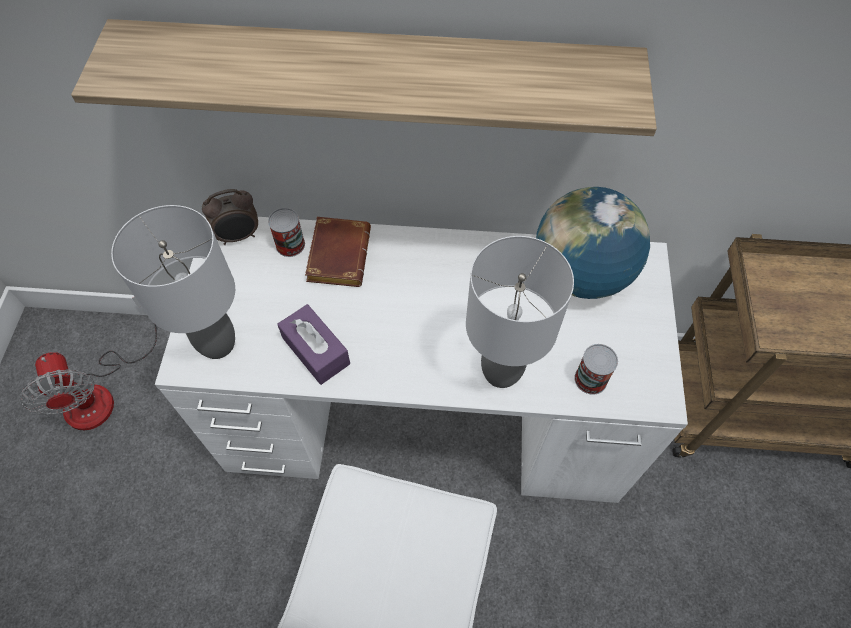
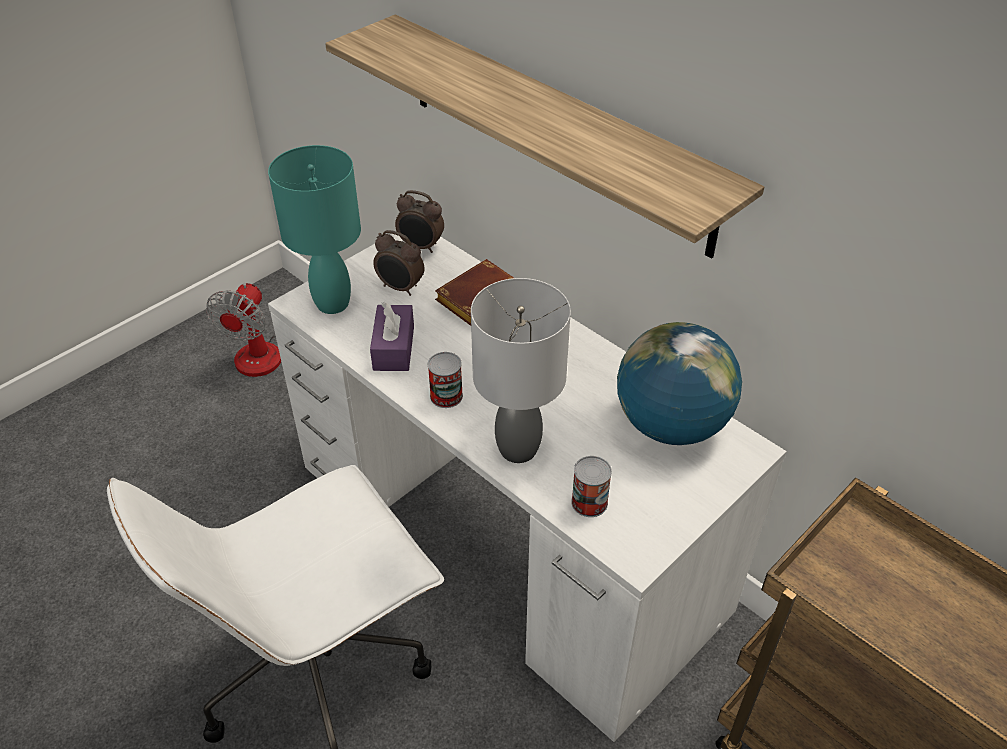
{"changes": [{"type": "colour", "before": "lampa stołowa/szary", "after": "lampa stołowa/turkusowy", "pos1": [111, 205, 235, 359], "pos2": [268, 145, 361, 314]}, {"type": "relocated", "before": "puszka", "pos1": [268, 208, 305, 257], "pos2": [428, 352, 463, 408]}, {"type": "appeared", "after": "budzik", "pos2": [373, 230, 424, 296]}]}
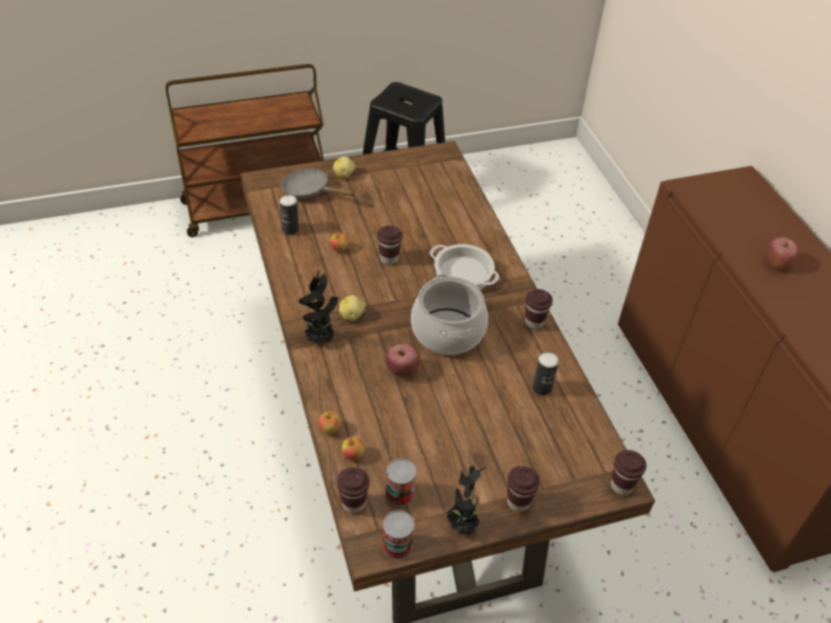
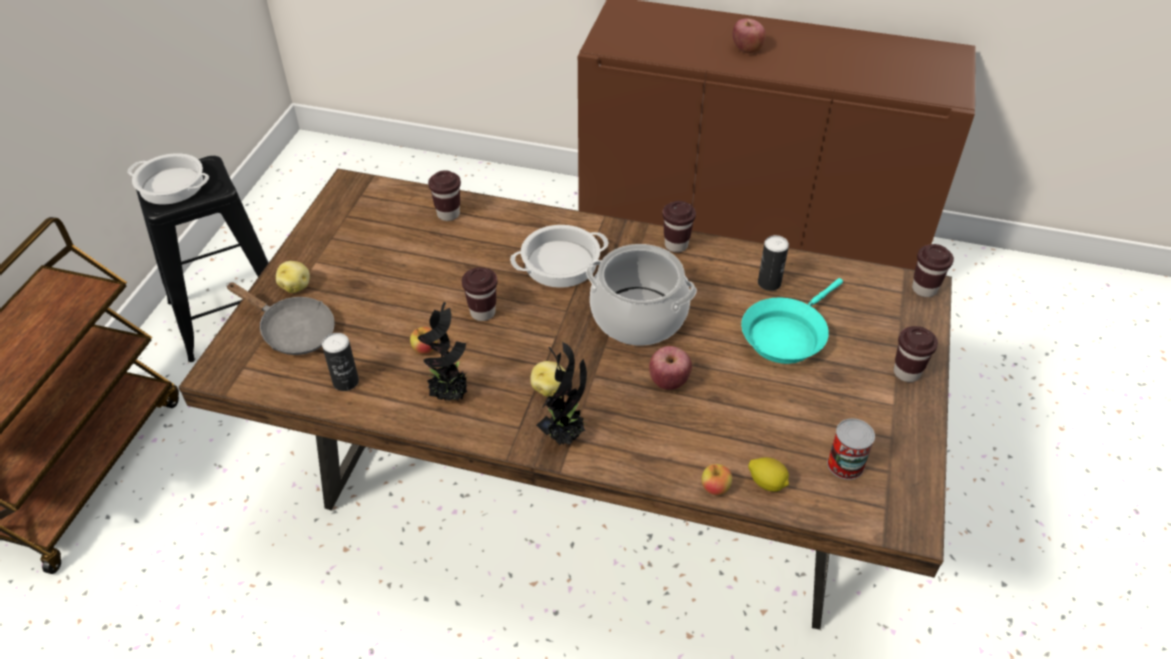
{"changes": [{"type": "spun", "before": "patelnia/szary", "pos1": [281, 169, 356, 198], "pos2": [226, 282, 335, 355], "turn": -120}, {"type": "relocated", "before": "filiżanka/brązowy", "pos1": [337, 467, 370, 513], "pos2": [428, 170, 461, 221]}, {"type": "exchanged", "before": "jabłko", "after": "cytryna", "pos1": [342, 437, 365, 460], "pos2": [748, 457, 789, 492]}, {"type": "missing", "before": "puszka", "pos1": [382, 510, 414, 560]}, {"type": "relocated", "before": "roślina doniczkowa", "pos1": [447, 465, 486, 536], "pos2": [418, 302, 467, 401]}, {"type": "appeared", "after": "garnek", "pos2": [127, 153, 209, 204]}, {"type": "appeared", "after": "patelnia/turkusowy", "pos2": [741, 278, 843, 364]}]}
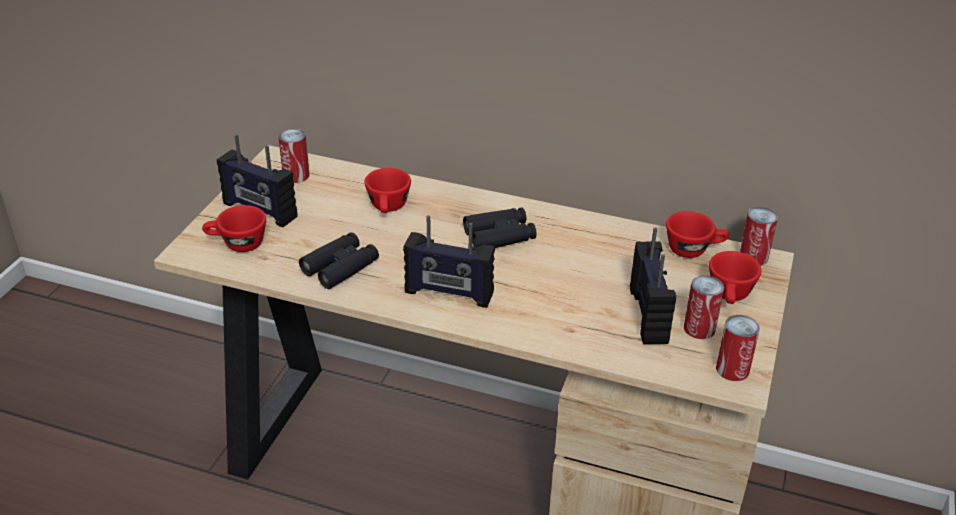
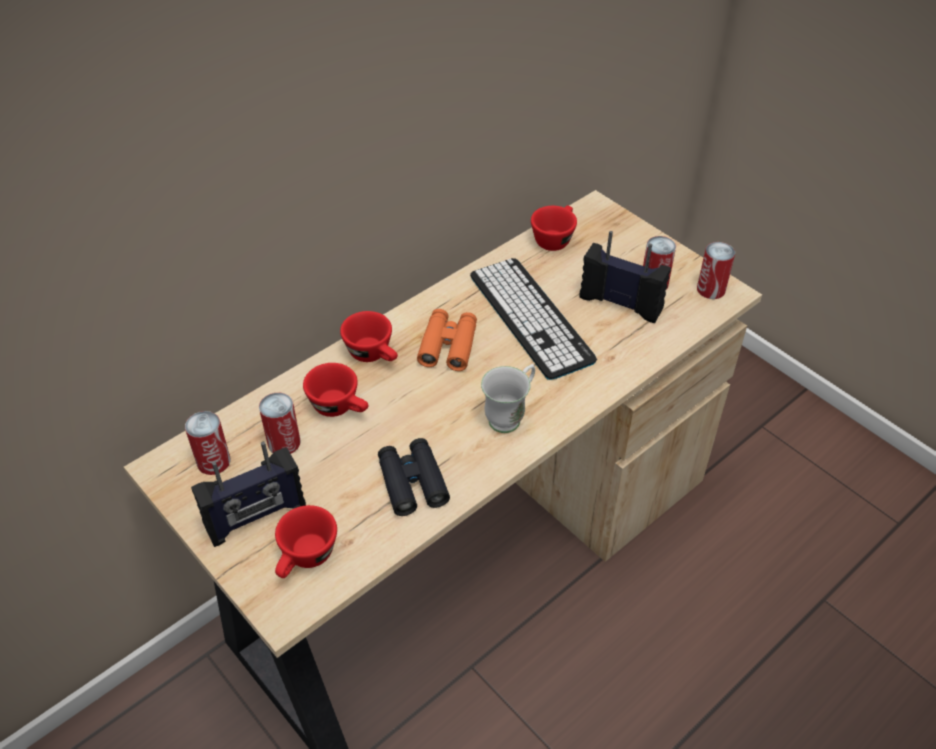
{"changes": [{"type": "exchanged", "before": "radio", "after": "kubek/biały", "pos1": [403, 215, 495, 308], "pos2": [481, 364, 535, 433]}, {"type": "colour", "before": "lornetka/czarny", "after": "lornetka/pomarańczowy", "pos1": [463, 208, 536, 248], "pos2": [417, 309, 477, 371]}, {"type": "relocated", "before": "filiżanka/czerwony", "pos1": [709, 251, 762, 304], "pos2": [340, 311, 398, 362]}, {"type": "relocated", "before": "puszka", "pos1": [740, 207, 778, 266], "pos2": [259, 393, 301, 454]}, {"type": "appeared", "after": "klawiatura", "pos2": [470, 258, 597, 380]}]}
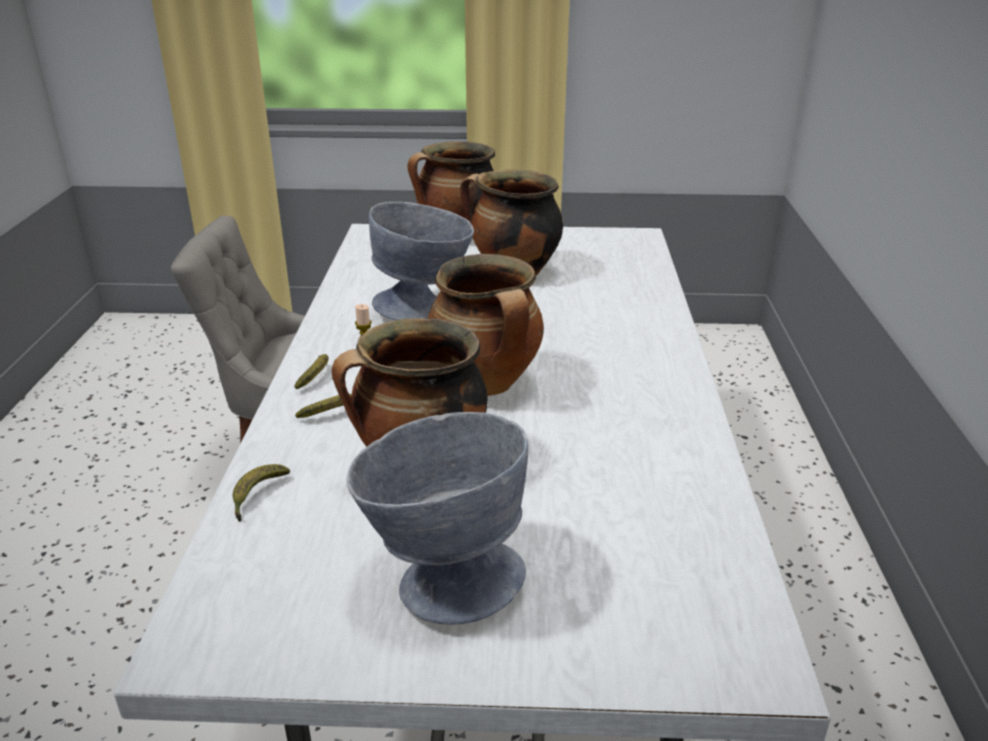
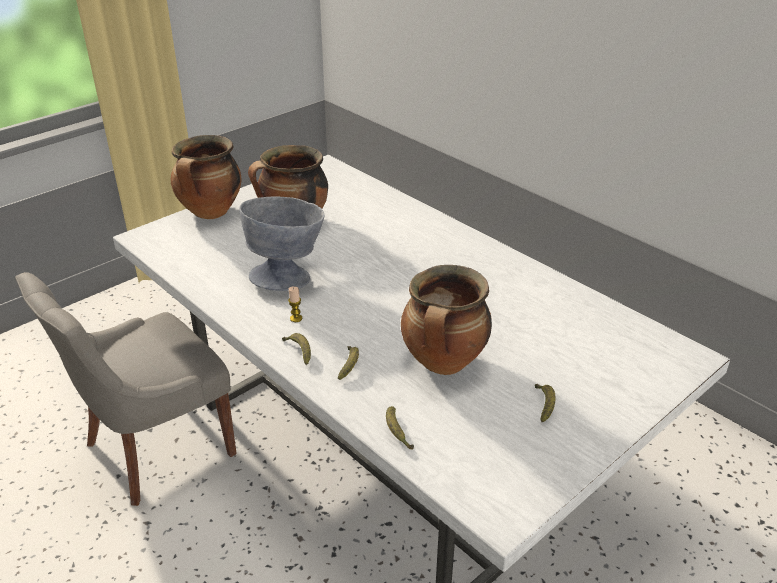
{"changes": [{"type": "exchanged", "before": "miska/szary", "after": "banan", "pos1": [347, 412, 528, 625], "pos2": [535, 384, 556, 422]}, {"type": "missing", "before": "garnek", "pos1": [428, 254, 544, 396]}]}
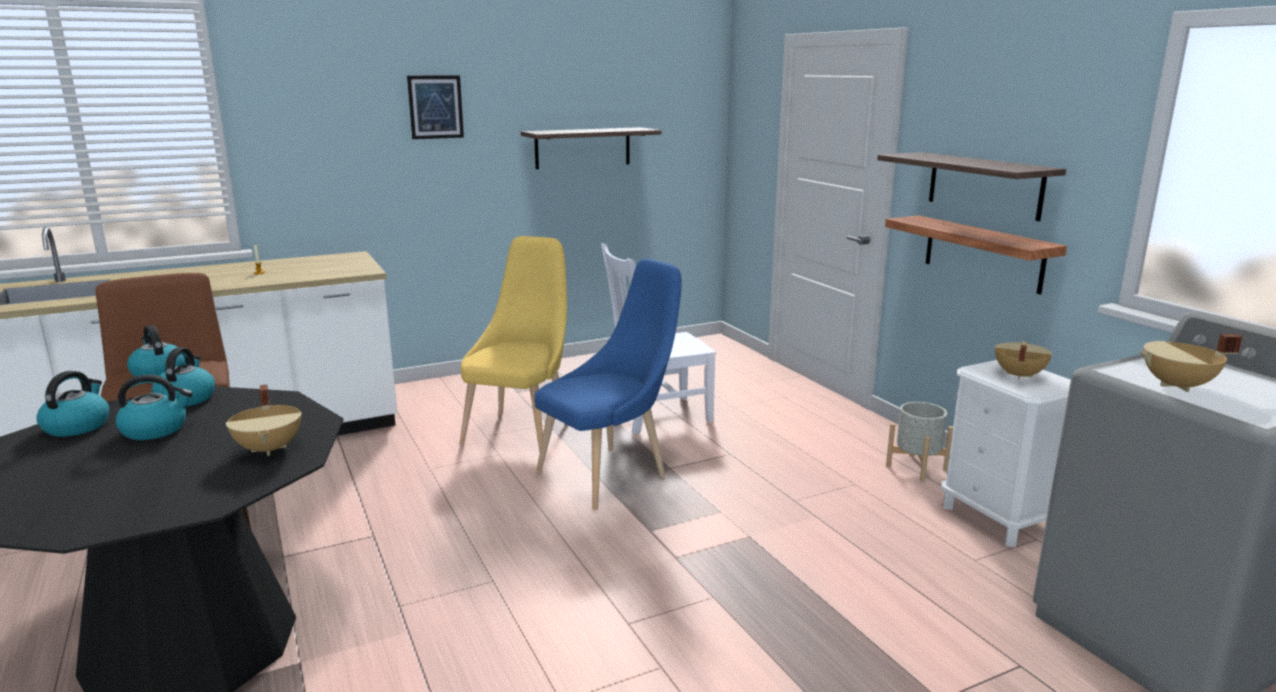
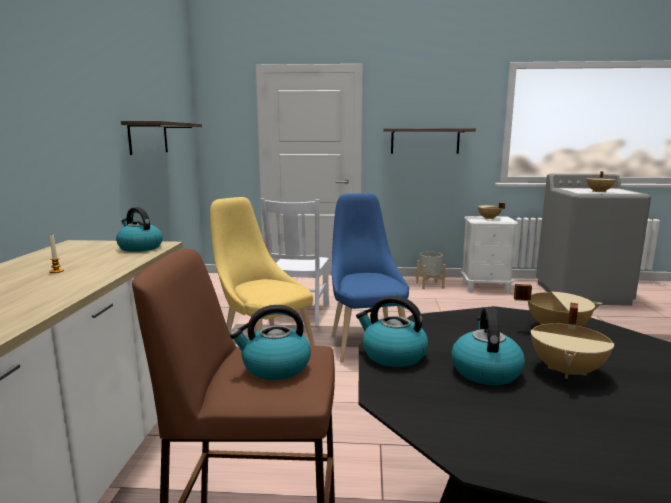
{"changes": [{"type": "relocated", "before": "czajnik", "pos1": [36, 371, 109, 437], "pos2": [116, 207, 163, 252]}, {"type": "missing", "before": "obraz", "pos1": [407, 75, 464, 139]}, {"type": "missing", "before": "półka", "pos1": [885, 215, 1067, 295]}, {"type": "appeared", "after": "garnek/beżowy", "pos2": [531, 303, 614, 379]}]}
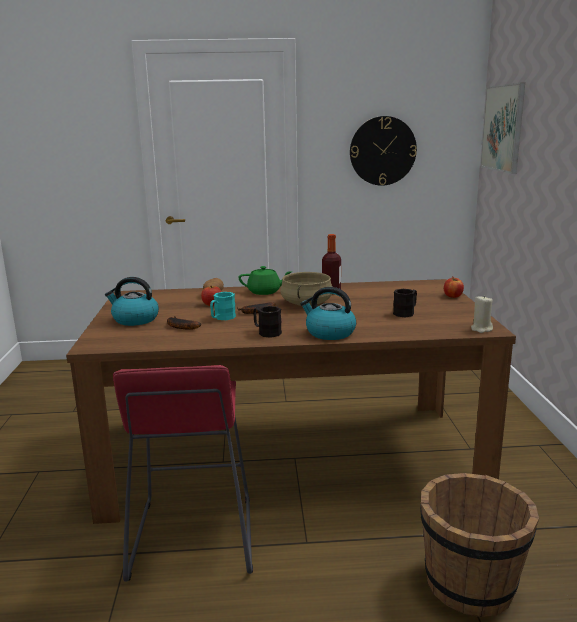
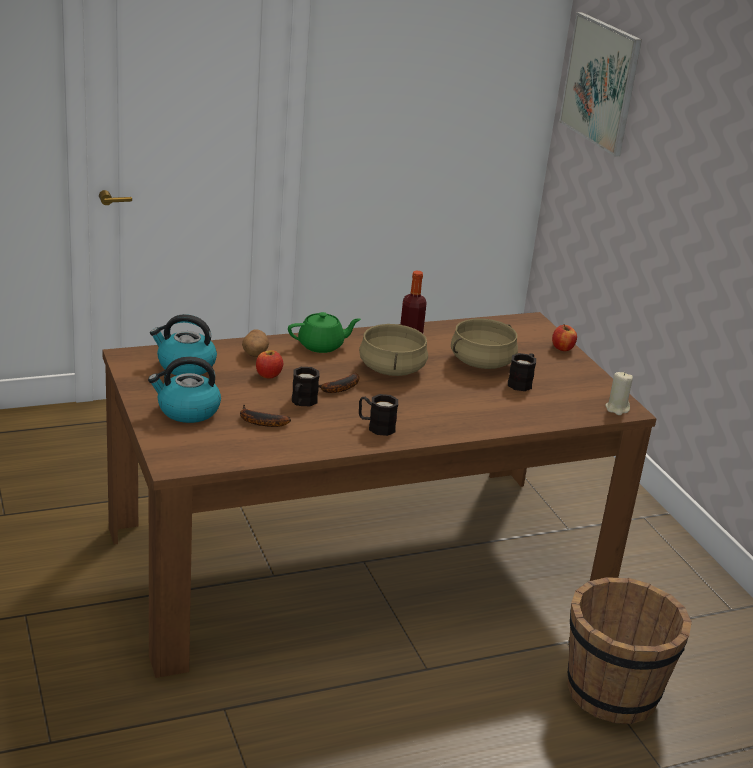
{"changes": [{"type": "missing", "before": "stołek/czerwony", "pos1": [113, 365, 253, 582]}, {"type": "colour", "before": "kubek/turkusowy", "after": "kubek/czarny", "pos1": [210, 292, 236, 320], "pos2": [292, 367, 320, 406]}, {"type": "relocated", "before": "czajnik", "pos1": [300, 287, 356, 340], "pos2": [150, 314, 217, 375]}, {"type": "missing", "before": "zegar ścienny", "pos1": [350, 116, 417, 186]}, {"type": "appeared", "after": "garnek/beżowy", "pos2": [451, 318, 518, 369]}]}
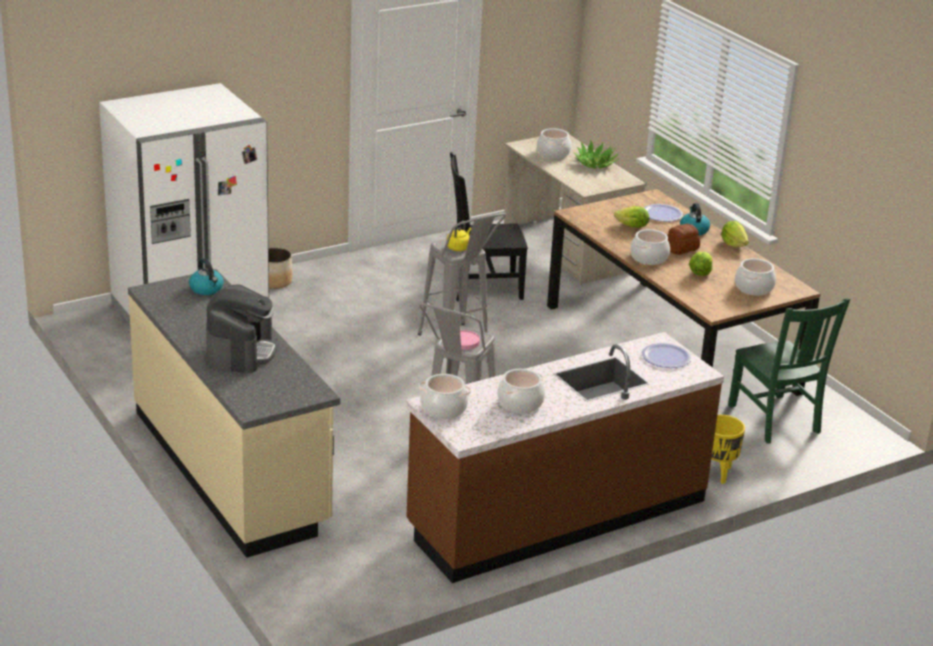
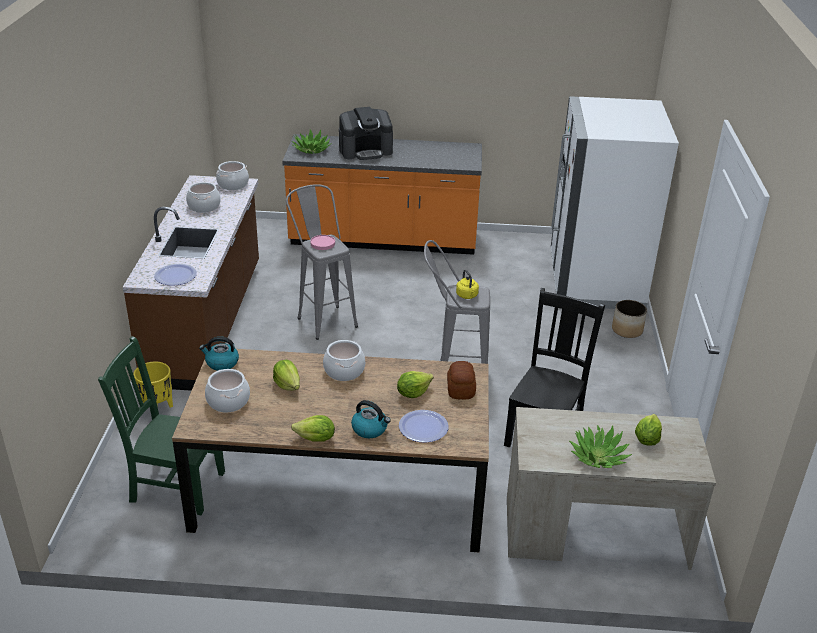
{"changes": [{"type": "colour", "before": "zabudowa kuchenna/beżowy", "after": "zabudowa kuchenna/pomarańczowy", "pos1": [128, 269, 340, 558], "pos2": [282, 134, 482, 255]}, {"type": "relocated", "before": "czajnik", "pos1": [189, 258, 224, 295], "pos2": [199, 336, 239, 371]}, {"type": "spun", "before": "ekspres do kawy", "pos1": [206, 284, 277, 373], "pos2": [339, 107, 393, 160], "turn": -60}, {"type": "exchanged", "before": "garnek", "after": "sałata", "pos1": [537, 128, 571, 159], "pos2": [635, 414, 662, 445]}, {"type": "relocated", "before": "chleb", "pos1": [667, 224, 700, 255], "pos2": [447, 361, 476, 400]}, {"type": "appeared", "after": "roślina doniczkowa", "pos2": [292, 129, 332, 154]}]}
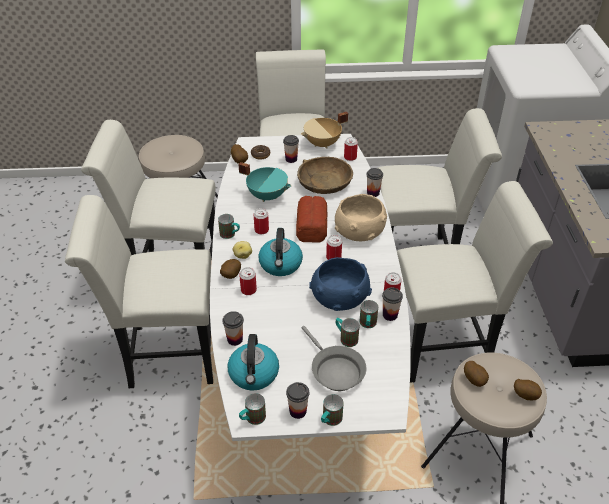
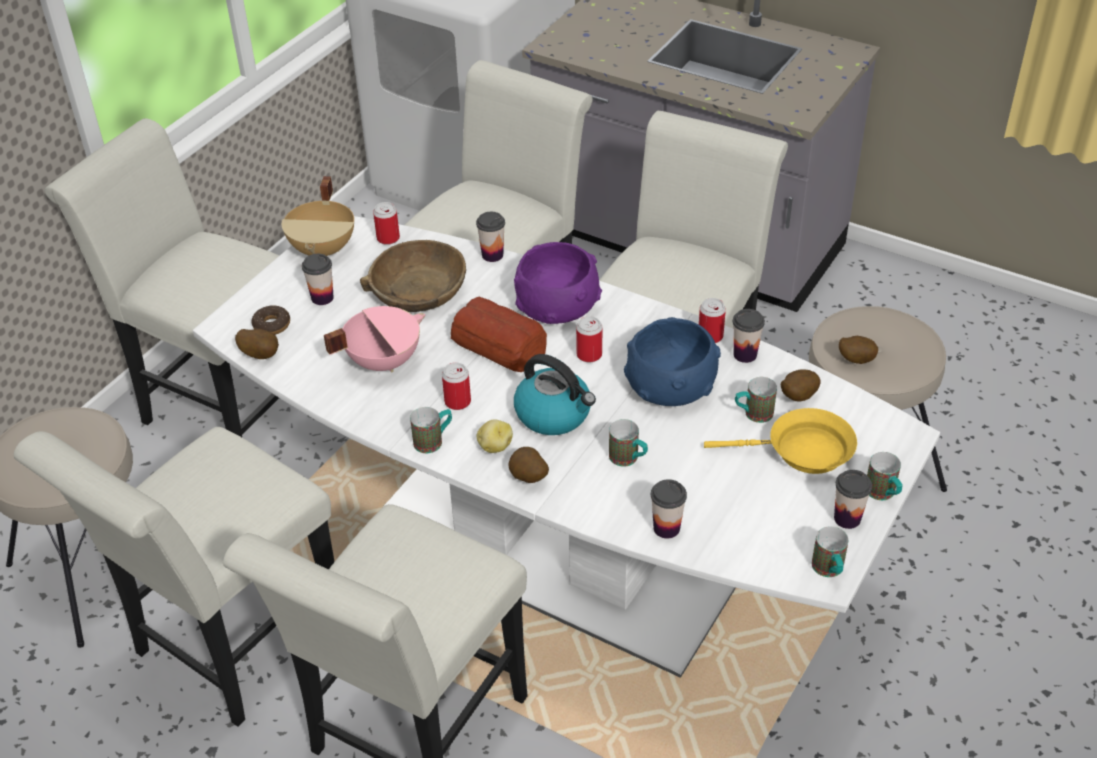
{"changes": [{"type": "missing", "before": "czajnik", "pos1": [228, 334, 279, 391]}, {"type": "colour", "before": "garnek/turkusowy", "after": "garnek/różowy", "pos1": [238, 162, 291, 202], "pos2": [324, 306, 425, 373]}, {"type": "missing", "before": "puszka", "pos1": [239, 267, 257, 295]}, {"type": "colour", "before": "patelnia/szary", "after": "patelnia/żółty", "pos1": [302, 326, 366, 391], "pos2": [704, 408, 857, 474]}, {"type": "colour", "before": "miska/beżowy", "after": "miska/fioletowy", "pos1": [335, 194, 387, 241], "pos2": [514, 242, 602, 324]}, {"type": "relocated", "before": "kubek", "pos1": [359, 300, 378, 328], "pos2": [609, 419, 648, 467]}, {"type": "relocated", "before": "ziemniak", "pos1": [514, 379, 542, 400], "pos2": [781, 370, 821, 401]}]}
